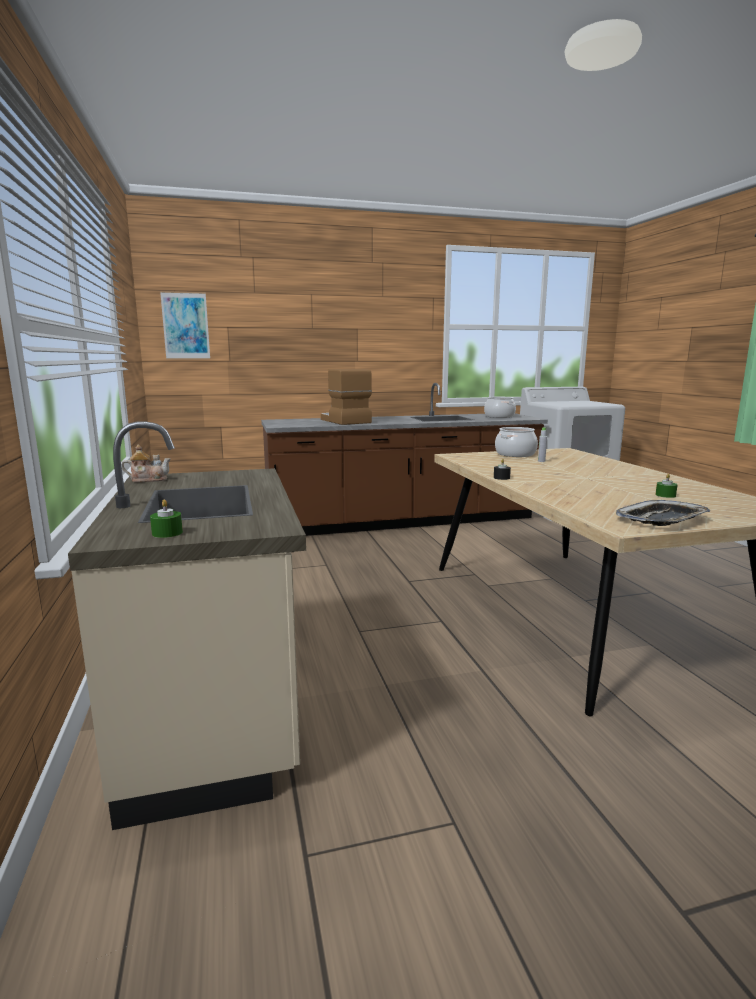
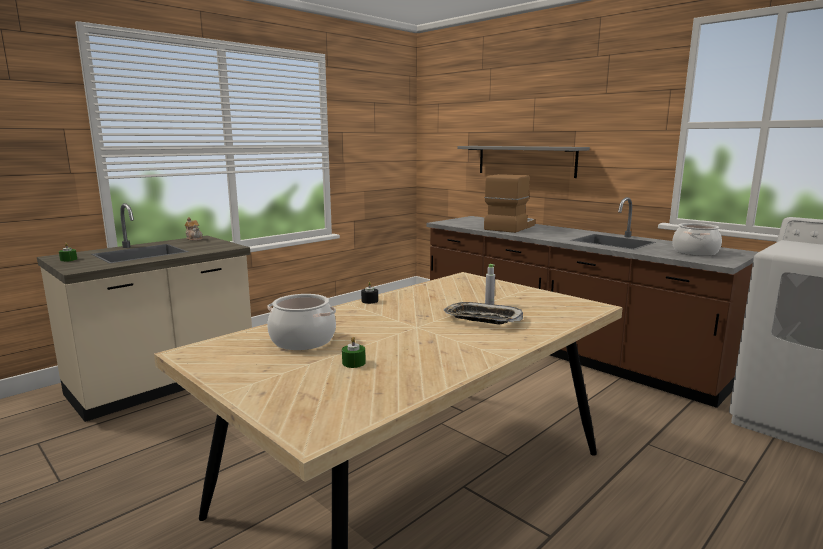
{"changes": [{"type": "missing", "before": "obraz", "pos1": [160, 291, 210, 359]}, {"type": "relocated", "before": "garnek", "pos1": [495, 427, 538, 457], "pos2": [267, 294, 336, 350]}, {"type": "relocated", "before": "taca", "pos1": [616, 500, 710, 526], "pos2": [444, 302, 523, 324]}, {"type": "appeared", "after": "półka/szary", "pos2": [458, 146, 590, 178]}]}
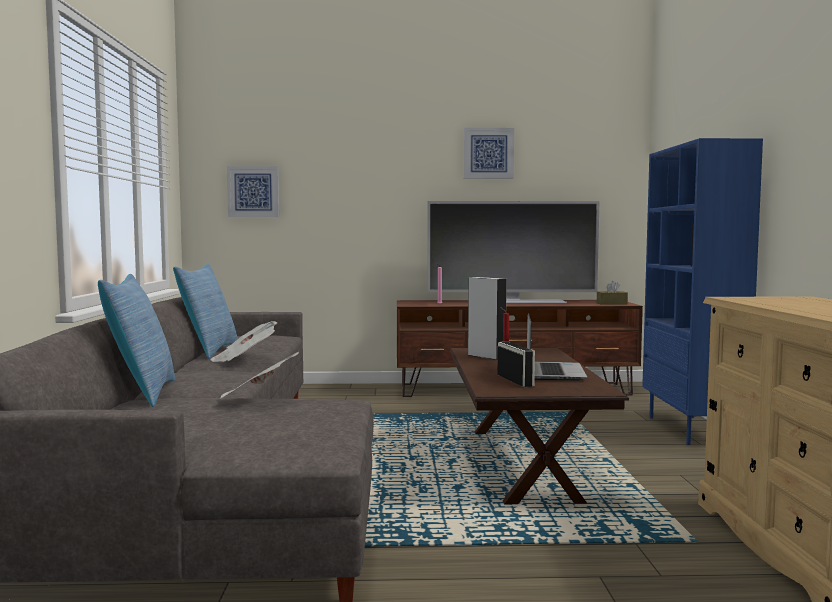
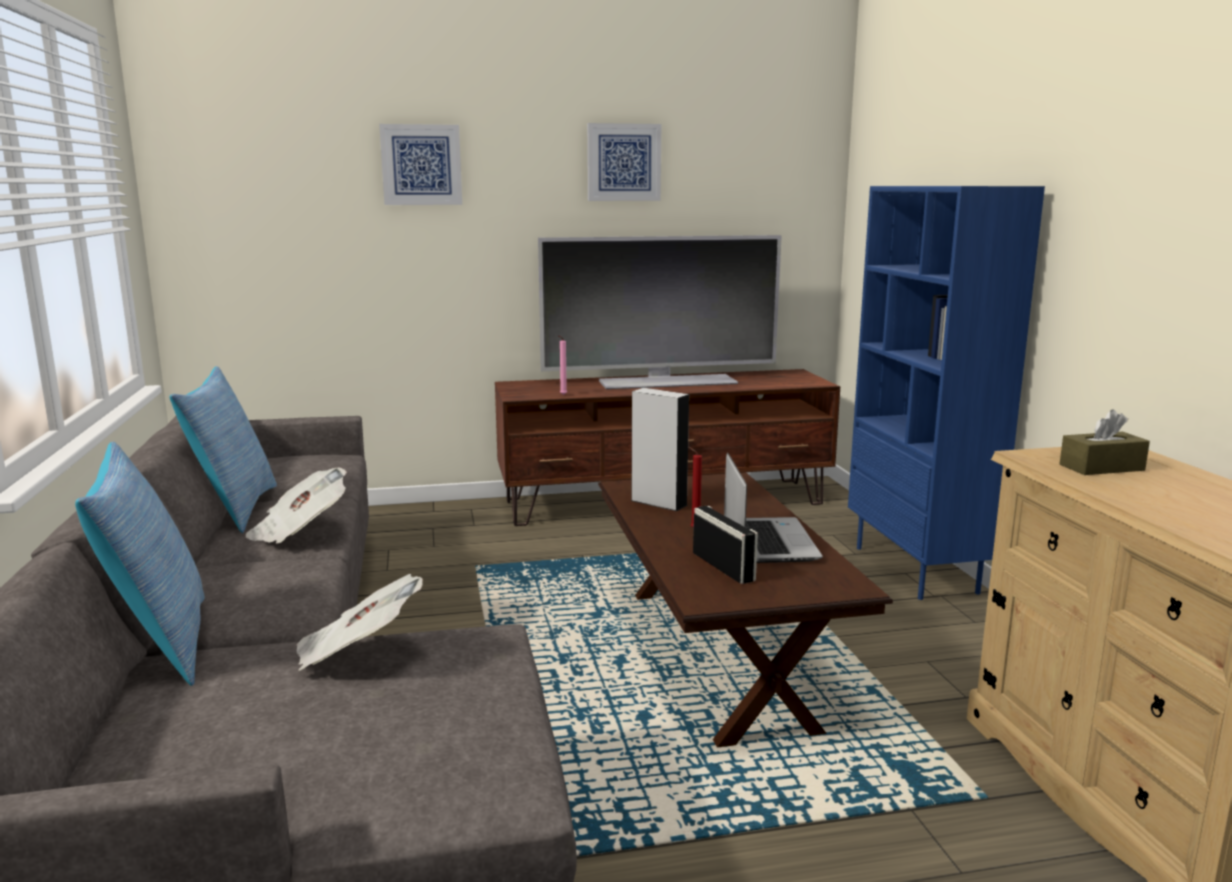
{"changes": [{"type": "relocated", "before": "obraz", "pos1": [227, 166, 279, 217], "pos2": [379, 124, 462, 205]}, {"type": "relocated", "before": "pudełko chusteczek/brązowy", "pos1": [597, 281, 628, 305], "pos2": [1060, 409, 1150, 475]}]}
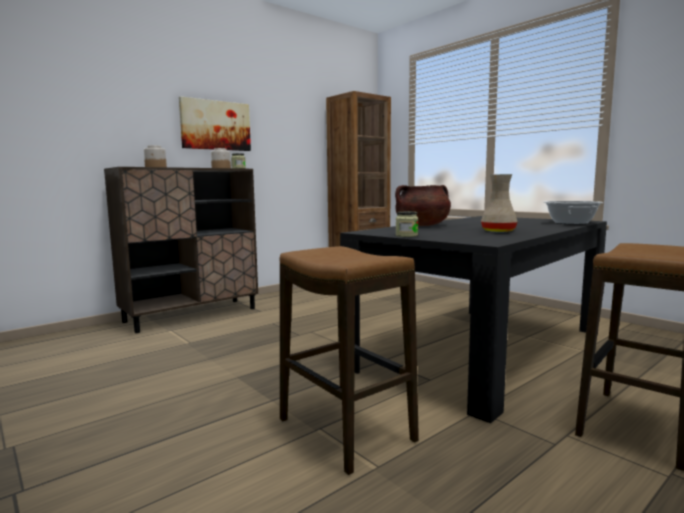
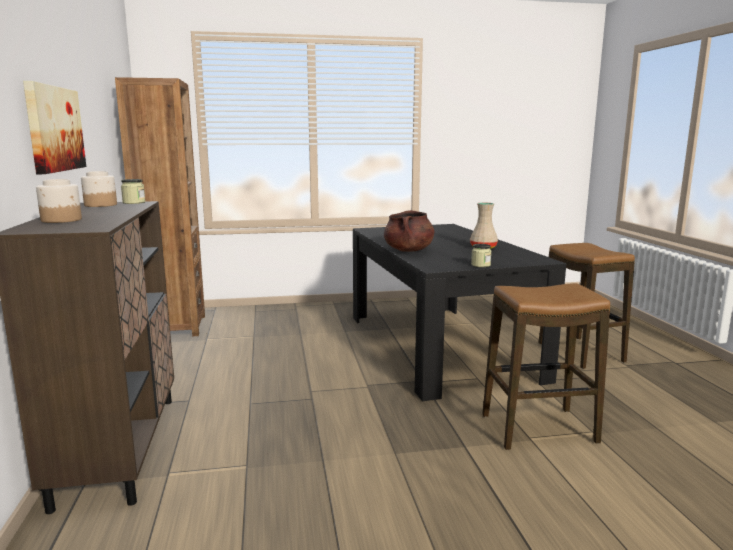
{"changes": [{"type": "missing", "before": "garnek", "pos1": [544, 201, 604, 225]}]}
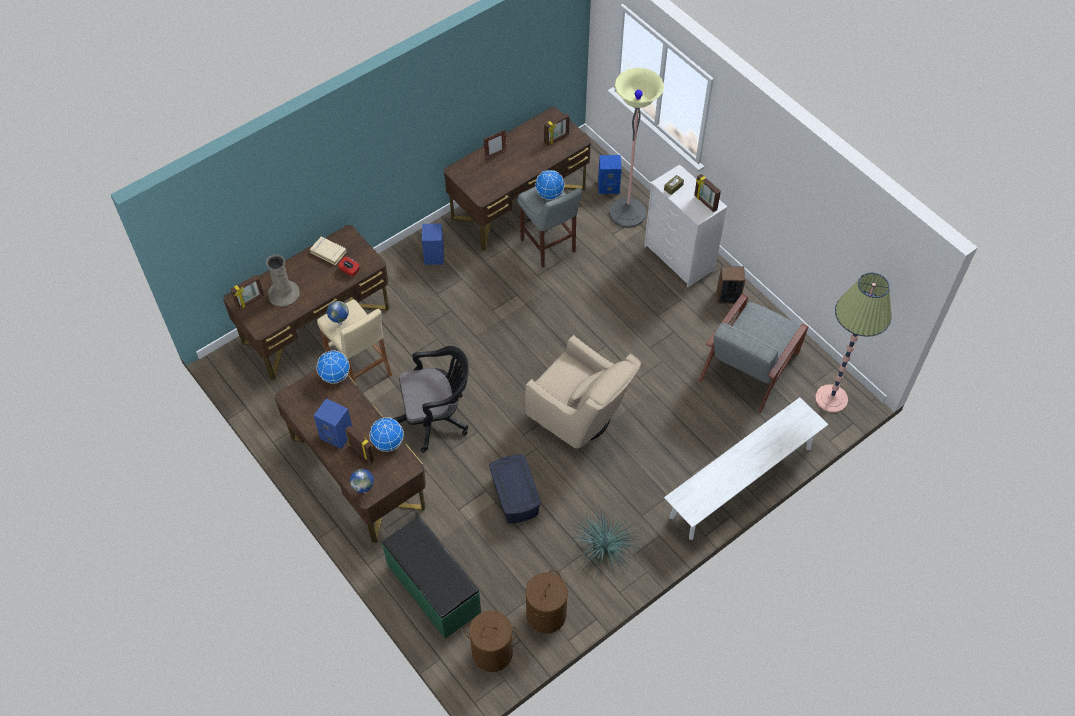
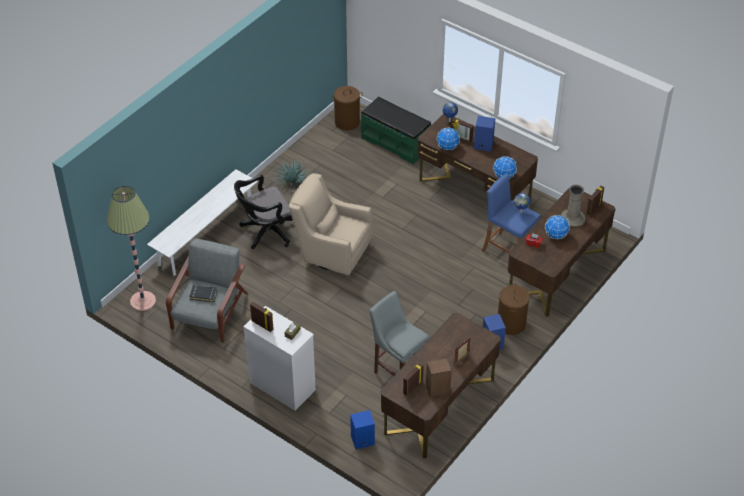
{"changes": [{"type": "missing", "before": "książka/beżowy", "pos1": [310, 236, 347, 265]}, {"type": "colour", "before": "stołek/beżowy", "after": "stołek/niebieski", "pos1": [317, 299, 392, 386], "pos2": [482, 173, 540, 253]}, {"type": "relocated", "before": "krzesło biurowe/czarny", "pos1": [393, 346, 469, 453], "pos2": [234, 175, 293, 249]}, {"type": "missing", "before": "pojemnik do przechowywania/niebieski", "pos1": [489, 455, 541, 524]}, {"type": "relocated", "before": "kosz na pranie/brązowy", "pos1": [525, 570, 568, 634], "pos2": [498, 284, 530, 335]}, {"type": "relocated", "before": "globus", "pos1": [535, 170, 565, 200], "pos2": [545, 215, 570, 240]}, {"type": "missing", "before": "lampa stojąca", "pos1": [609, 68, 664, 228]}, {"type": "relocated", "before": "głośnik", "pos1": [717, 266, 745, 304], "pos2": [426, 358, 452, 397]}, {"type": "appeared", "after": "książka/czarny", "pos2": [189, 285, 218, 302]}]}
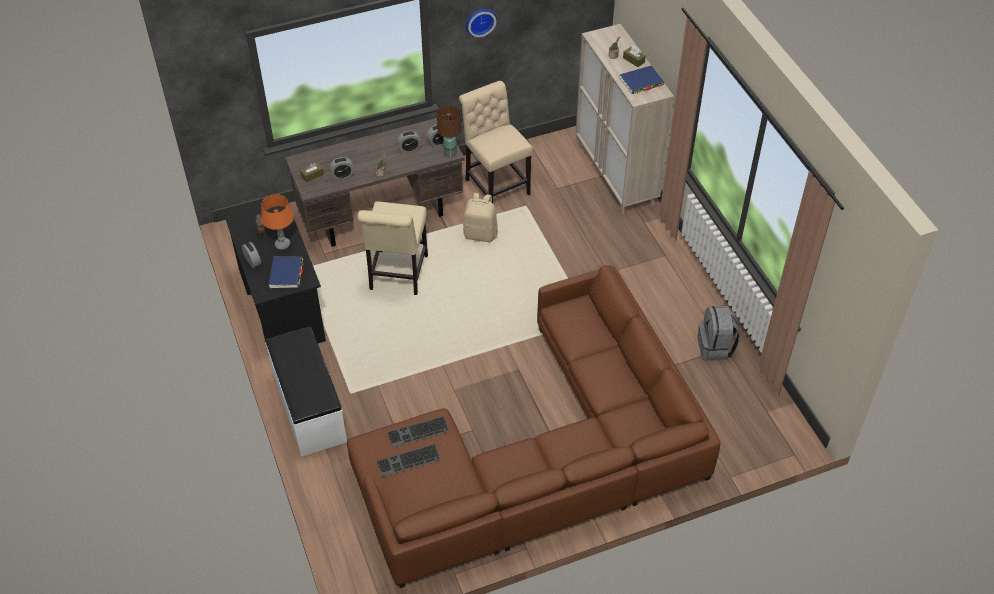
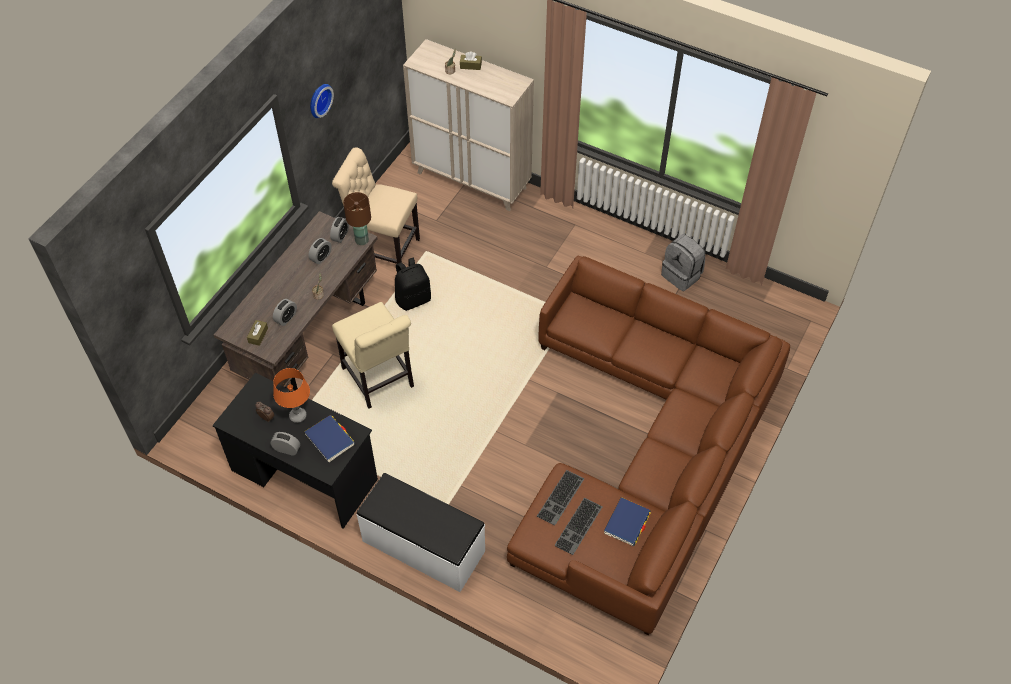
{"changes": [{"type": "colour", "before": "plecak/beżowy", "after": "plecak/czarny", "pos1": [463, 193, 498, 242], "pos2": [395, 258, 431, 311]}, {"type": "relocated", "before": "książka/niebieski", "pos1": [619, 66, 664, 94], "pos2": [604, 497, 651, 546]}]}
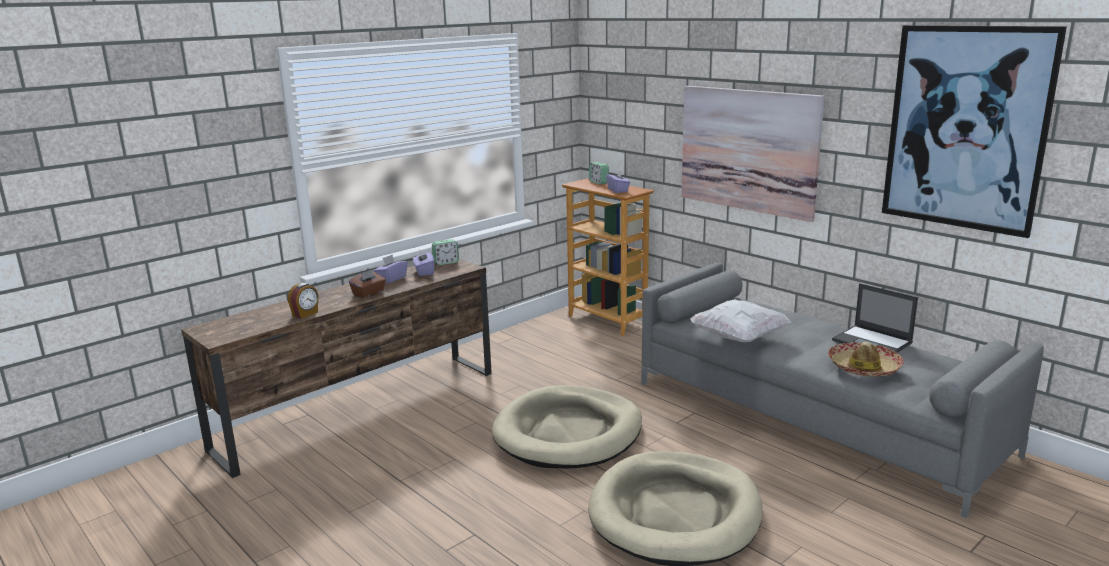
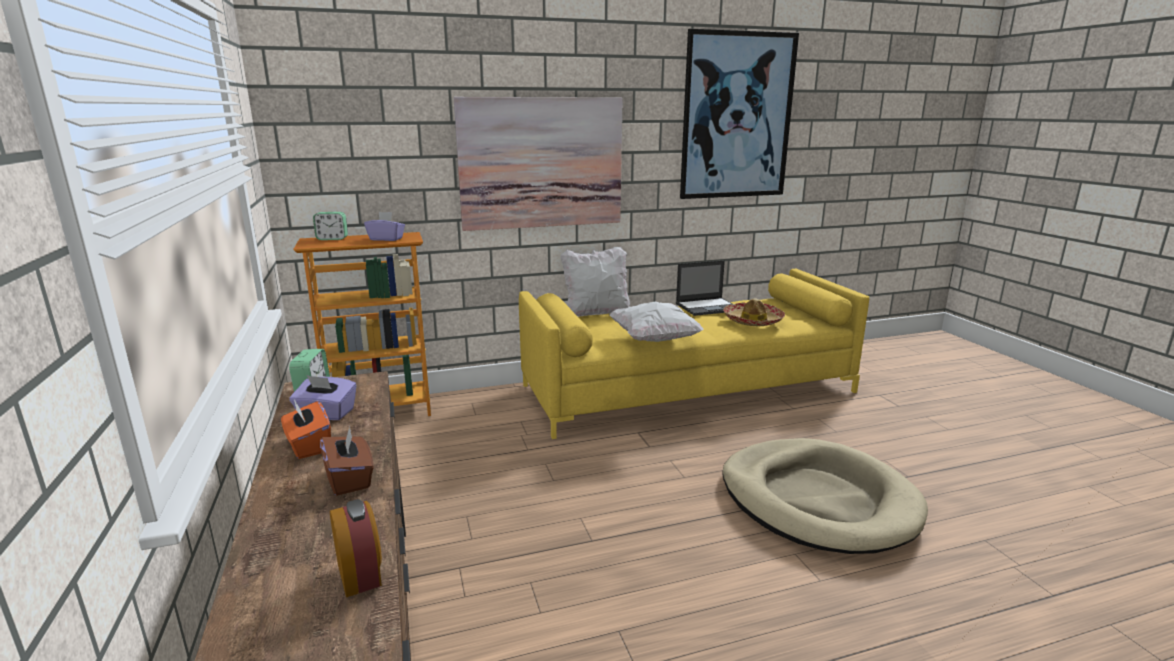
{"changes": [{"type": "colour", "before": "pudełko chusteczek/fioletowy", "after": "pudełko chusteczek/pomarańczowy", "pos1": [374, 255, 408, 284], "pos2": [281, 400, 331, 459]}, {"type": "missing", "before": "legowisko/beżowy", "pos1": [492, 385, 642, 468]}, {"type": "colour", "before": "kanapa/szary", "after": "kanapa/żółty", "pos1": [641, 262, 1044, 518], "pos2": [519, 269, 869, 439]}, {"type": "appeared", "after": "poduszka/biały", "pos2": [561, 247, 630, 317]}]}
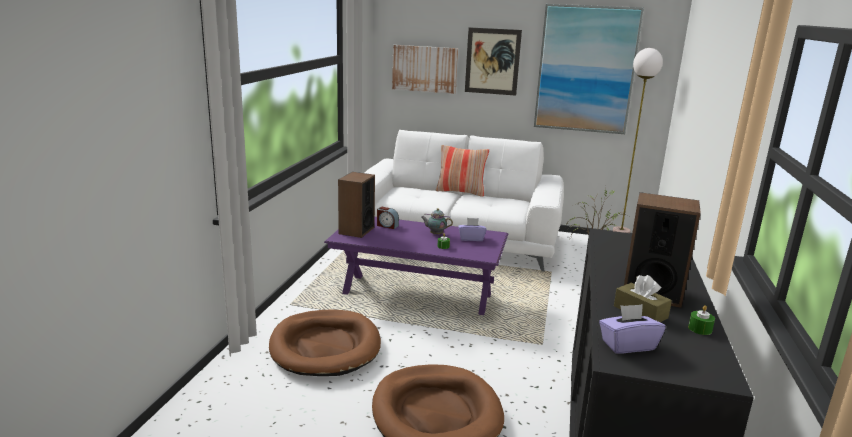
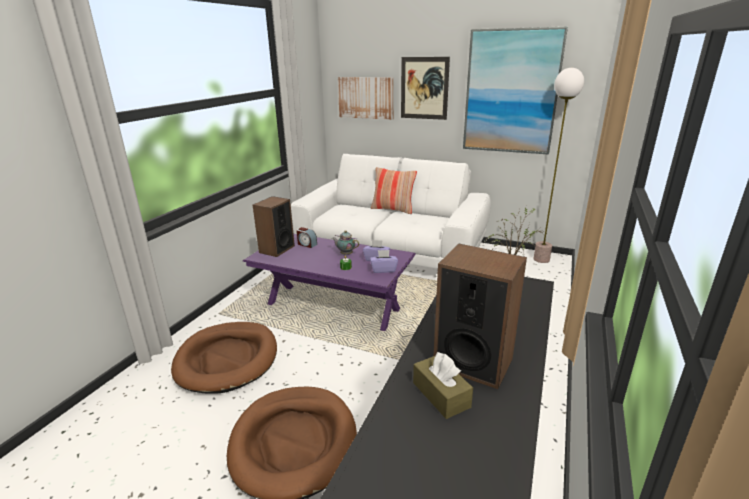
{"changes": [{"type": "relocated", "before": "pudełko chusteczek/fioletowy", "pos1": [599, 304, 666, 354], "pos2": [370, 250, 398, 273]}, {"type": "missing", "before": "świeca/zielony", "pos1": [688, 305, 715, 335]}]}
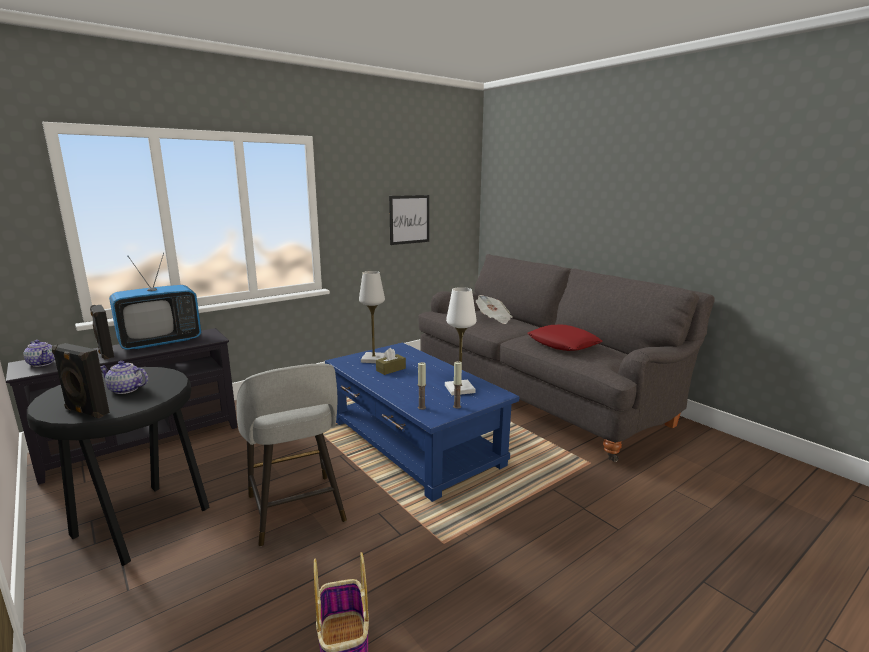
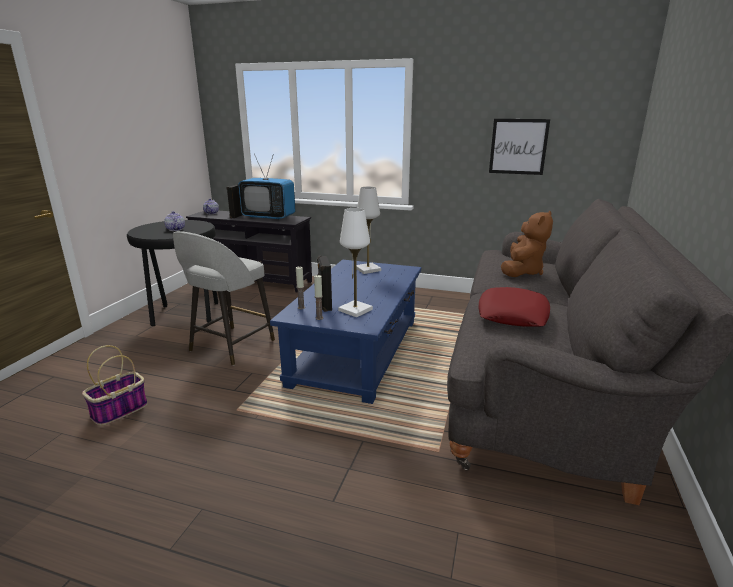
{"changes": [{"type": "relocated", "before": "głośnik/czarny", "pos1": [52, 343, 110, 418], "pos2": [317, 256, 332, 312]}, {"type": "missing", "before": "pudełko chusteczek/brązowy", "pos1": [376, 348, 406, 375]}, {"type": "exchanged", "before": "gazeta", "after": "pluszak/brązowy", "pos1": [476, 295, 513, 324], "pos2": [501, 211, 553, 277]}]}
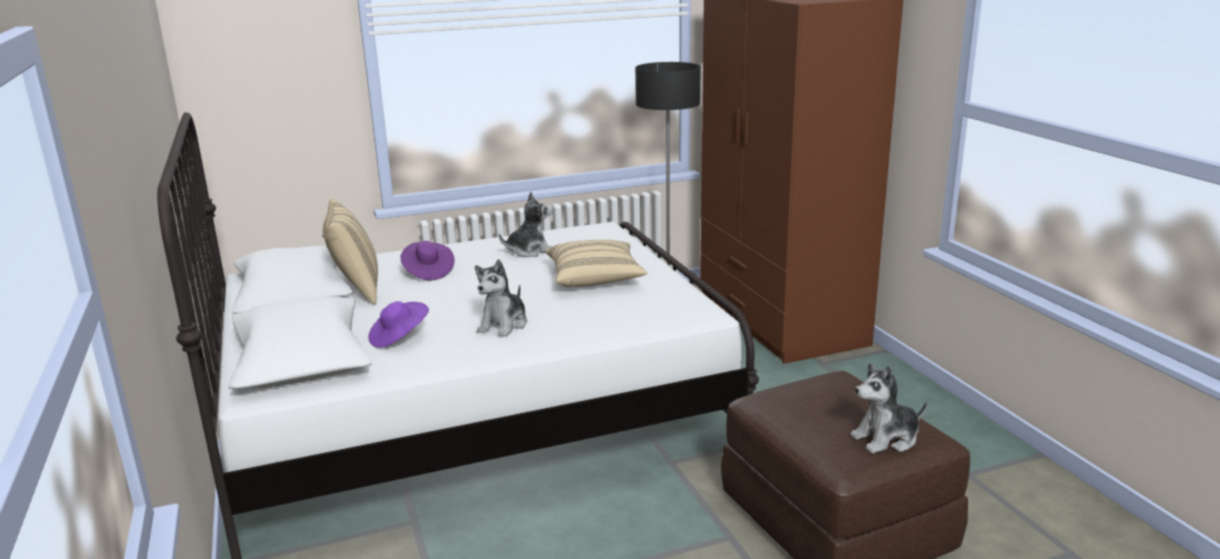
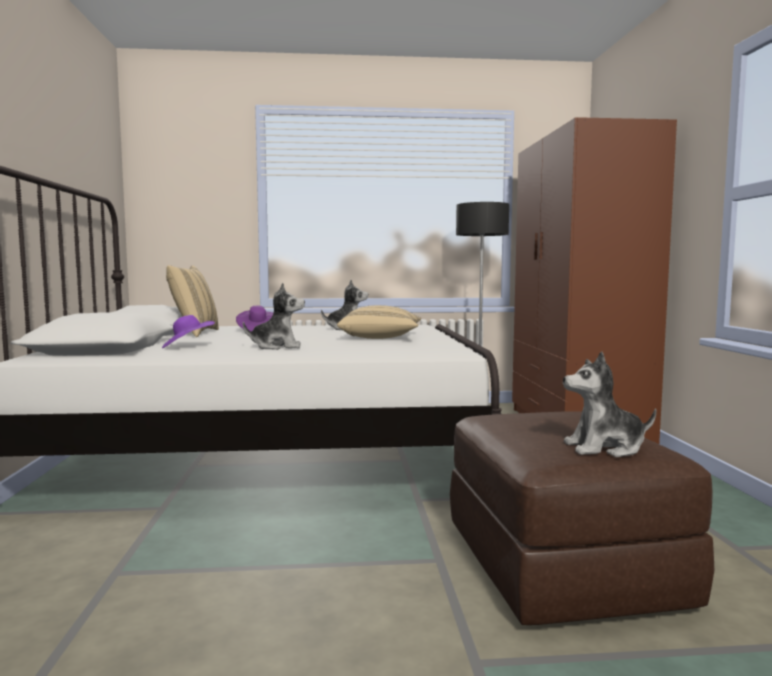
{"changes": [{"type": "spun", "before": "pluszak", "pos1": [475, 259, 527, 337], "pos2": [243, 283, 305, 350], "turn": -135}]}
